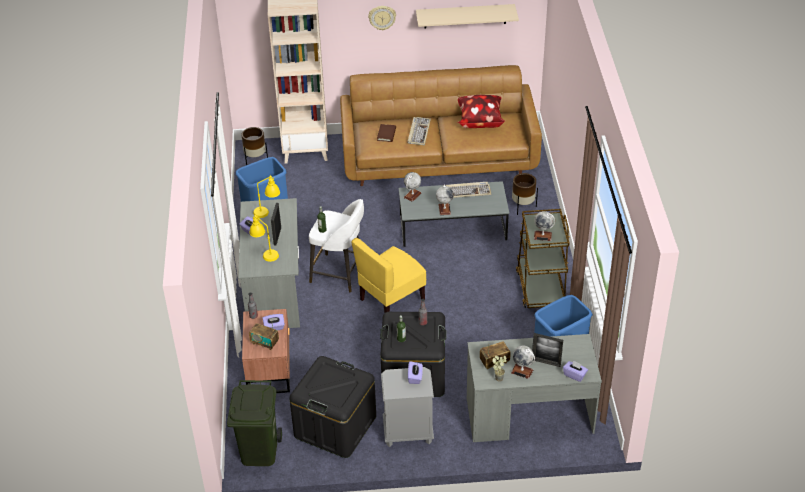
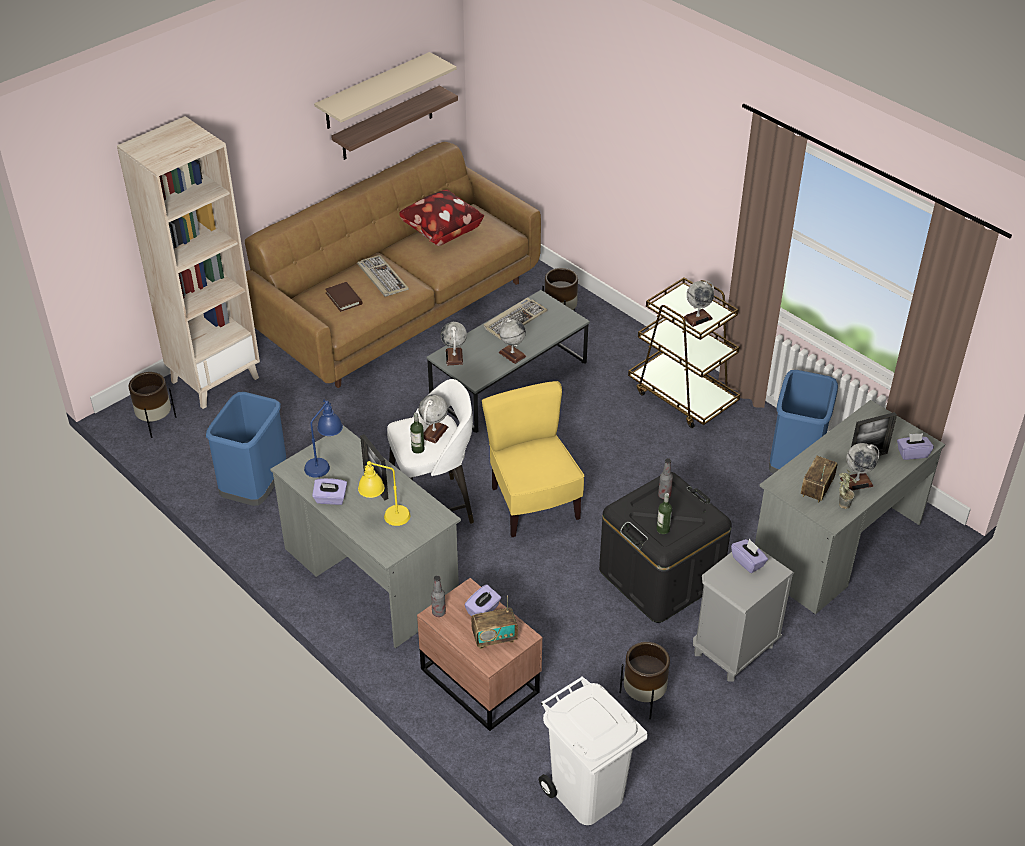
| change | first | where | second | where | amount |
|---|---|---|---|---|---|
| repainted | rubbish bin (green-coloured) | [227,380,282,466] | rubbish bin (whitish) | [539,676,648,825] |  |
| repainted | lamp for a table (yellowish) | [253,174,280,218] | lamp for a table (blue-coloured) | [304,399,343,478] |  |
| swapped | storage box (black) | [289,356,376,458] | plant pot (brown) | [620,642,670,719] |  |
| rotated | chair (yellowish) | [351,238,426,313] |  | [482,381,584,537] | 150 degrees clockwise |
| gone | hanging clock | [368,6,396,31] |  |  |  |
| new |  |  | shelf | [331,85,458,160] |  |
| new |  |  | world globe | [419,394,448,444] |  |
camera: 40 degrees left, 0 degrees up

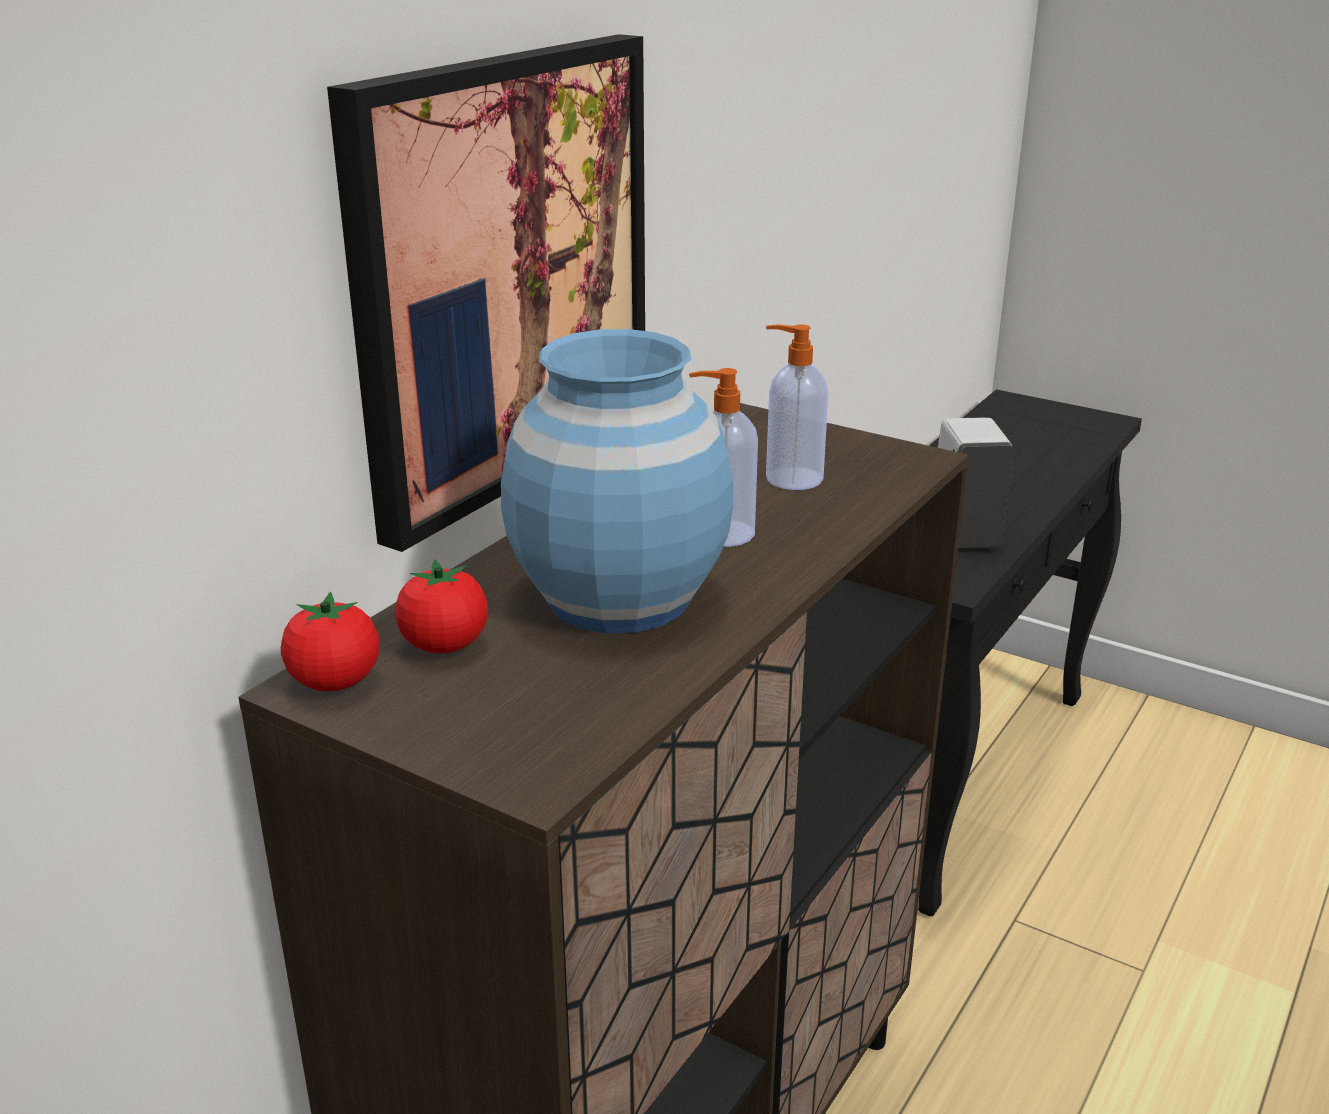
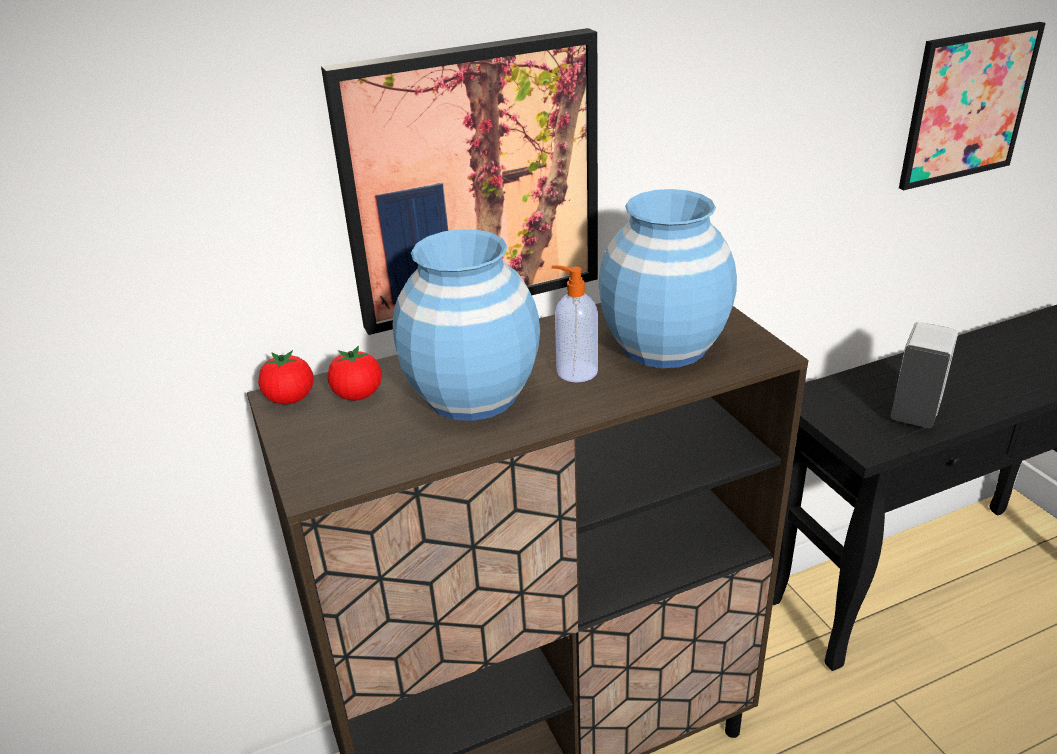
| change | first | where | second | where | amount |
|---|---|---|---|---|---|
| swapped | soap bottle | [766,325,828,490] | vase (blue-coloured) | [599,189,737,368] |  |
| new |  |  | wall picture | [899,22,1046,190] |  |
camera: 35 degrees right, 5 degrees up

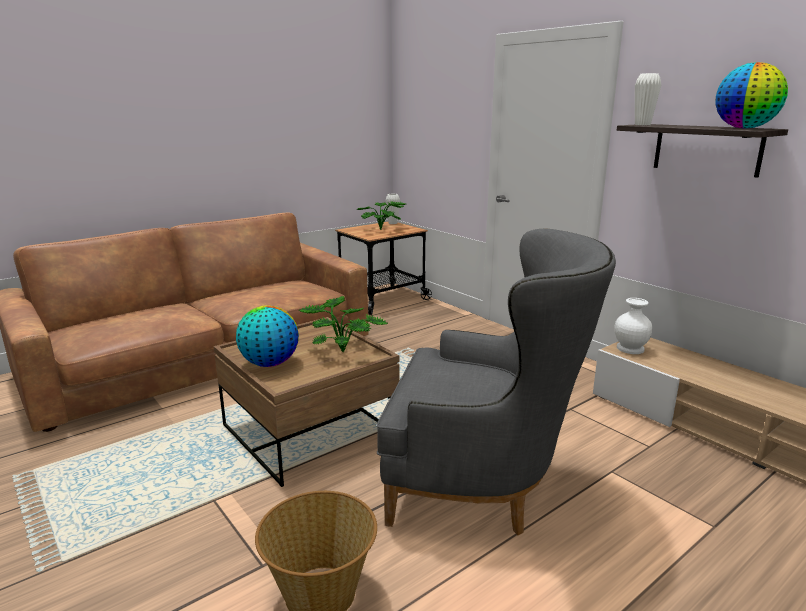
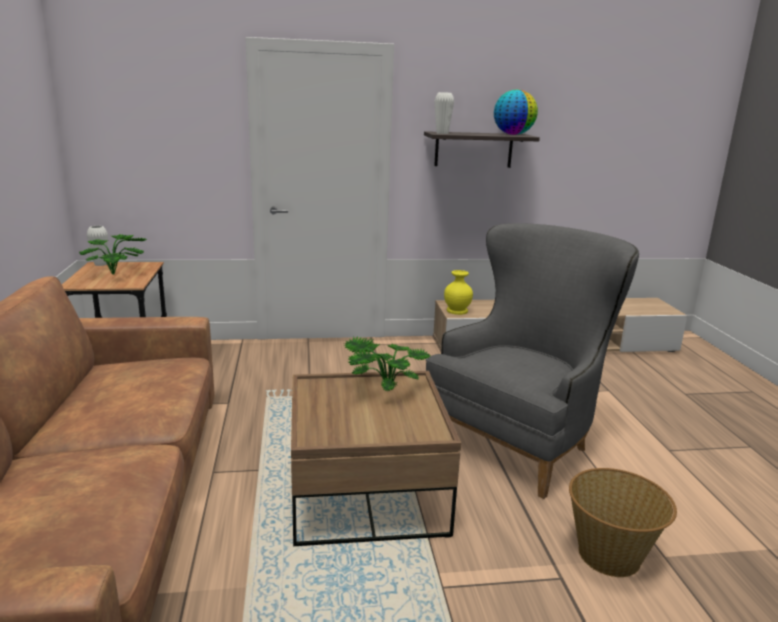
| change | first | where | second | where | amount |
|---|---|---|---|---|---|
| gone | world globe | [236,305,299,367] |  |  |  |
| repainted | vase (whitish) | [615,298,653,354] | vase (yellowish) | [444,270,473,315] |  |
camera: 60 degrees left, 0 degrees up

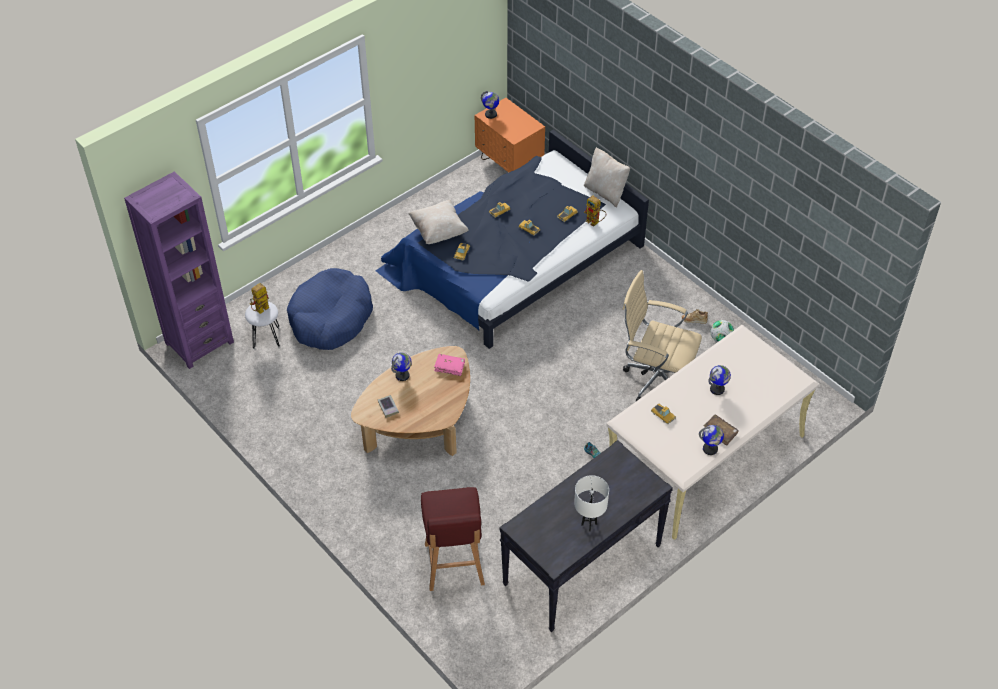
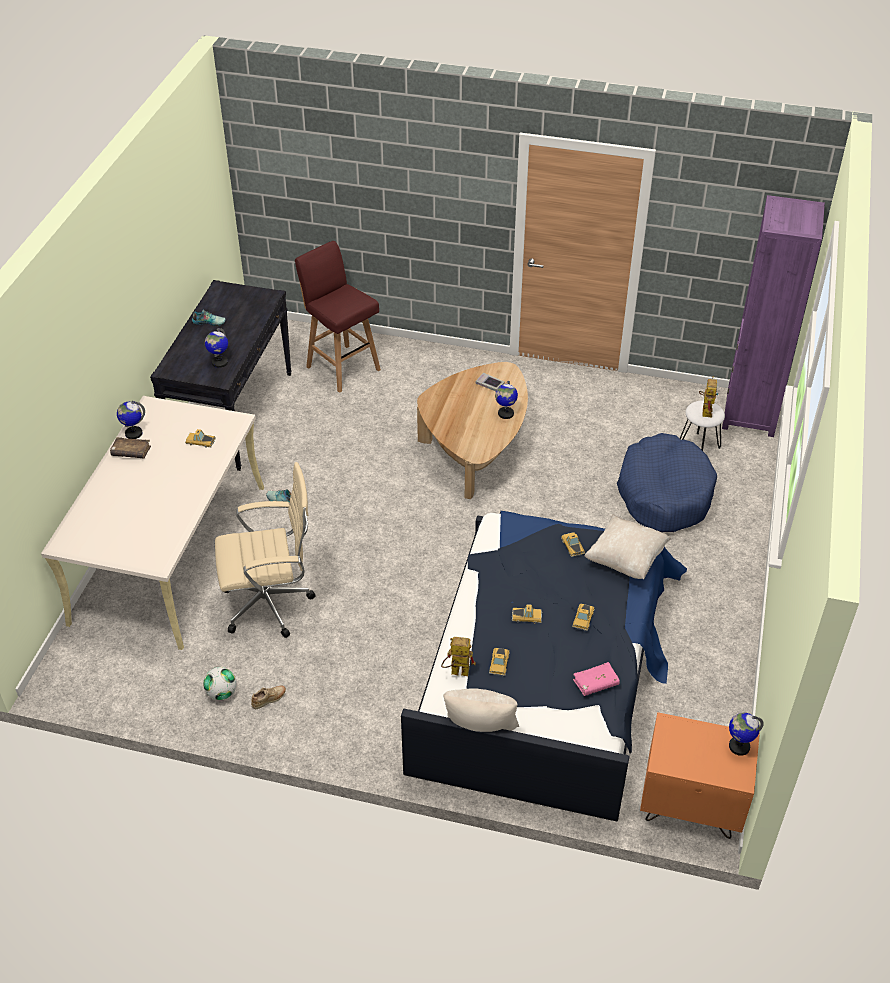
| change | first | where | second | where | amount |
|---|---|---|---|---|---|
| shifted | bound book (pink-coloured) | [434,354,465,376] |  | [573,662,620,696] |  |
| swapped | lamp for a table (whitish) | [574,475,609,531] | shoe | [192,310,226,326] |  |
| shifted | world globe | [708,365,731,395] |  | [205,328,228,368] |  |
camera: 145 degrees right, 5 degrees down

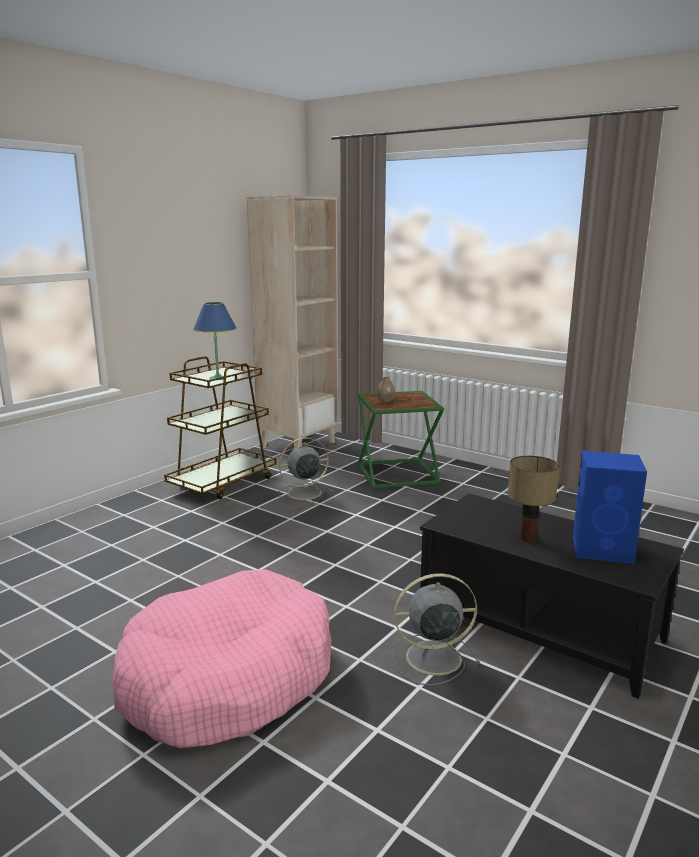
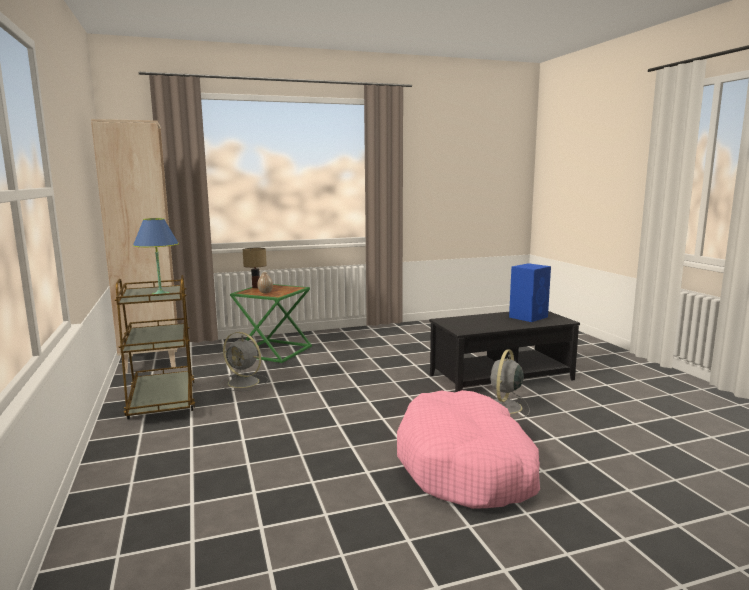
| change | first | where | second | where | amount |
|---|---|---|---|---|---|
| rotated | cooling fan (greyish) | [278,437,333,504] |  | [220,332,269,391] | 75 degrees counterclockwise |
| shifted | lamp for a table | [508,456,559,542] |  | [243,248,267,288] |  |
camera: 55 degrees left, 5 degrees down

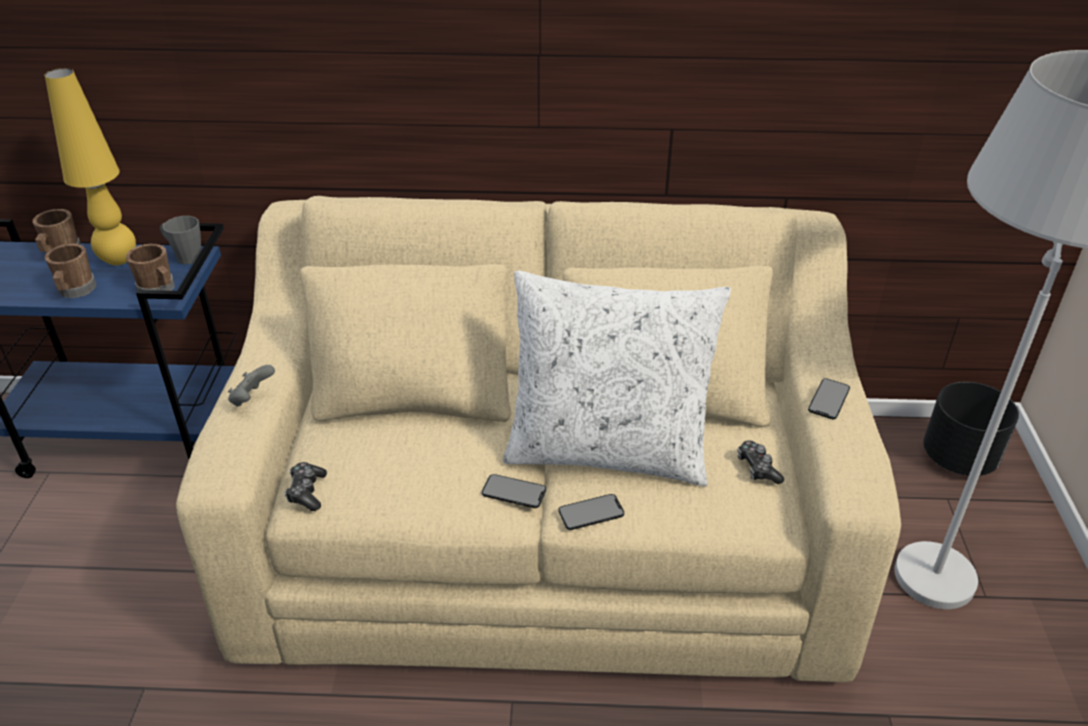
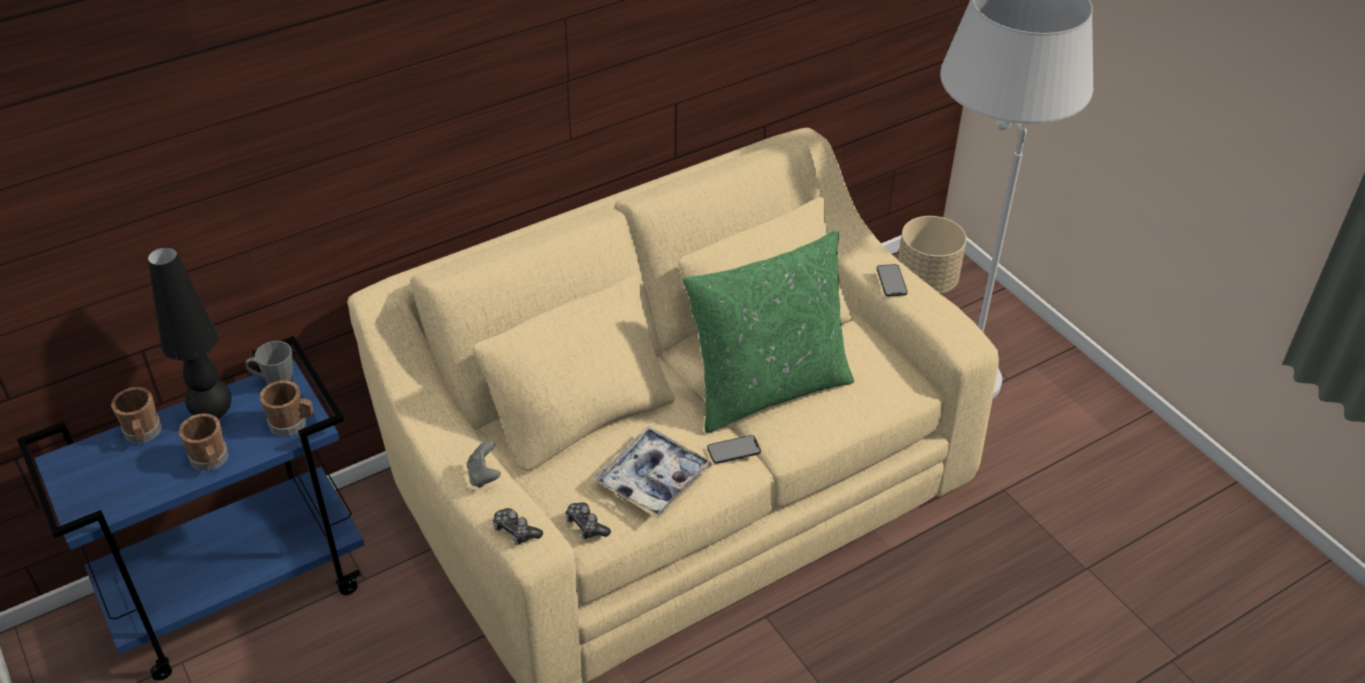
| change | first | where | second | where | amount |
|---|---|---|---|---|---|
| repainted | lamp for a table (yellowish) | [45,68,136,265] | lamp for a table (black) | [148,247,231,419] |  |
| repainted | pillow (whitish) | [503,271,731,486] | pillow (green-coloured) | [683,230,854,433] |  |
| gone | handset | [558,494,624,530] |  |  |  |
| shifted | game controller | [737,440,784,484] |  | [492,508,543,545] |  |
| repainted | plant pot (black) | [923,381,1019,476] | plant pot (beige-coloured) | [898,216,967,294] |  |
| new |  |  | serving tray | [594,426,714,519] |  |
camera: 35 degrees left, 5 degrees up

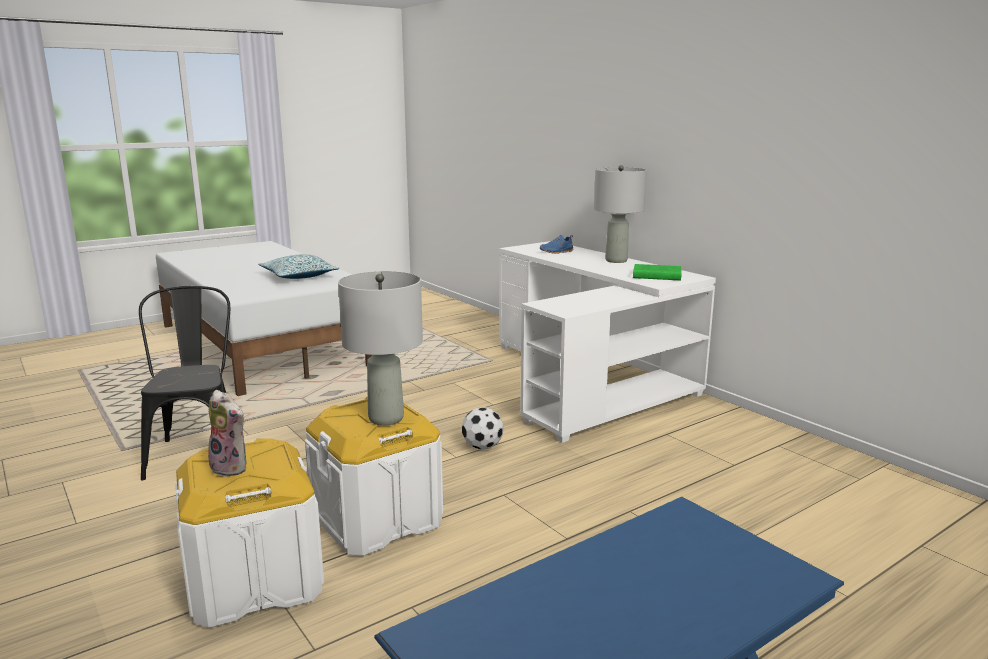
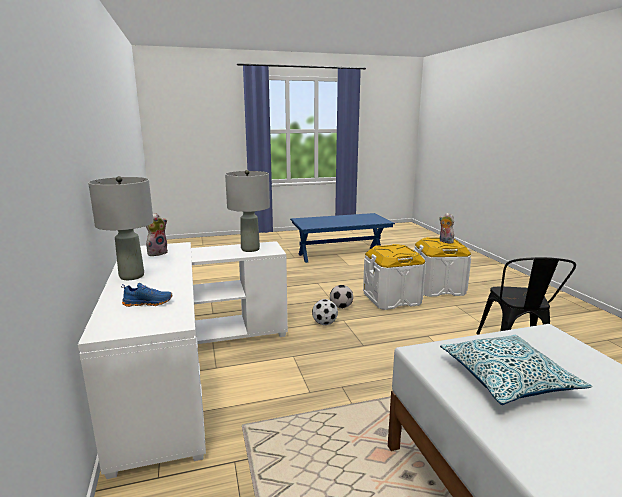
| change | first | where | second | where | amount |
|---|---|---|---|---|---|
| shifted | lamp for a table (greyish) | [338,271,423,426] |  | [225,170,270,252] |  |
| swapped | bound book (green-coloured) | [633,264,682,280] | plush toy | [146,213,168,256] |  |
| new |  |  | football ball | [330,285,353,309] |  |
camera: 160 degrees left, 0 degrees up

